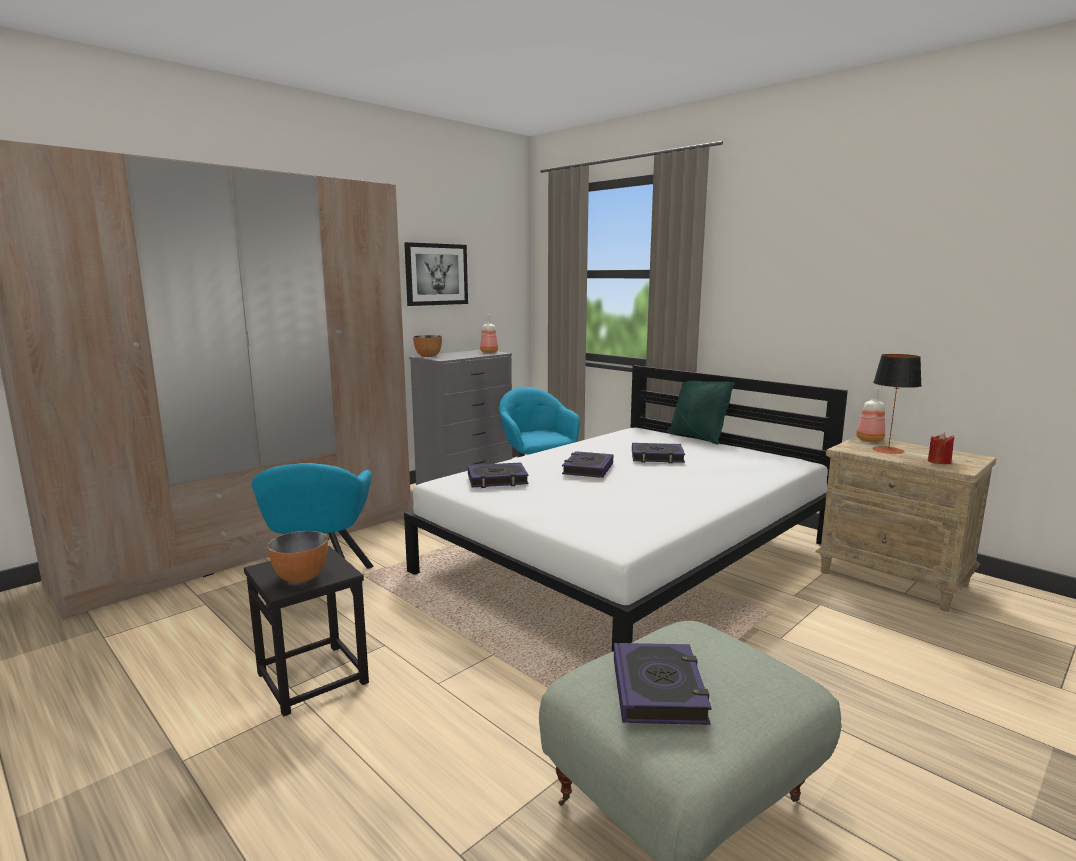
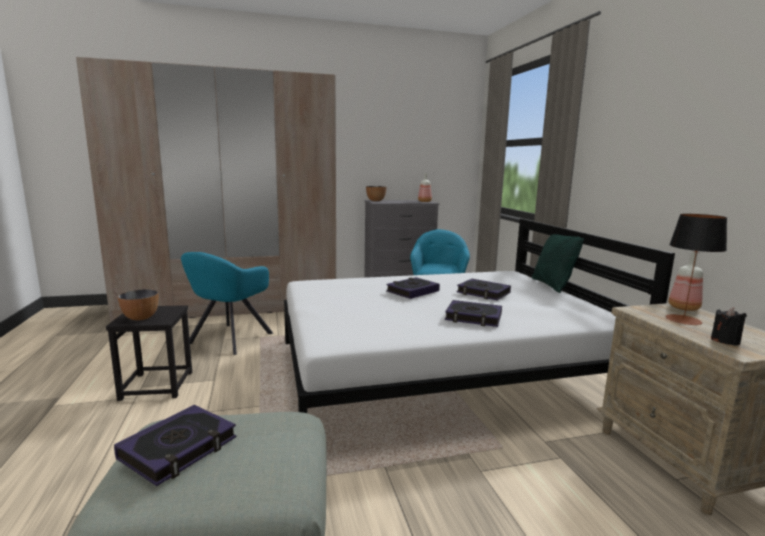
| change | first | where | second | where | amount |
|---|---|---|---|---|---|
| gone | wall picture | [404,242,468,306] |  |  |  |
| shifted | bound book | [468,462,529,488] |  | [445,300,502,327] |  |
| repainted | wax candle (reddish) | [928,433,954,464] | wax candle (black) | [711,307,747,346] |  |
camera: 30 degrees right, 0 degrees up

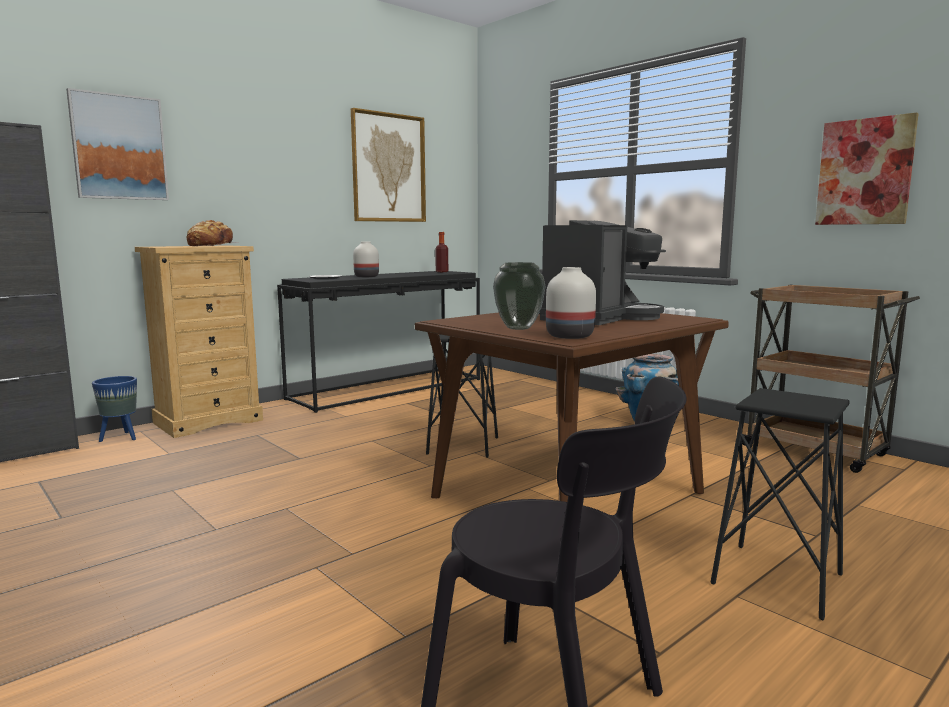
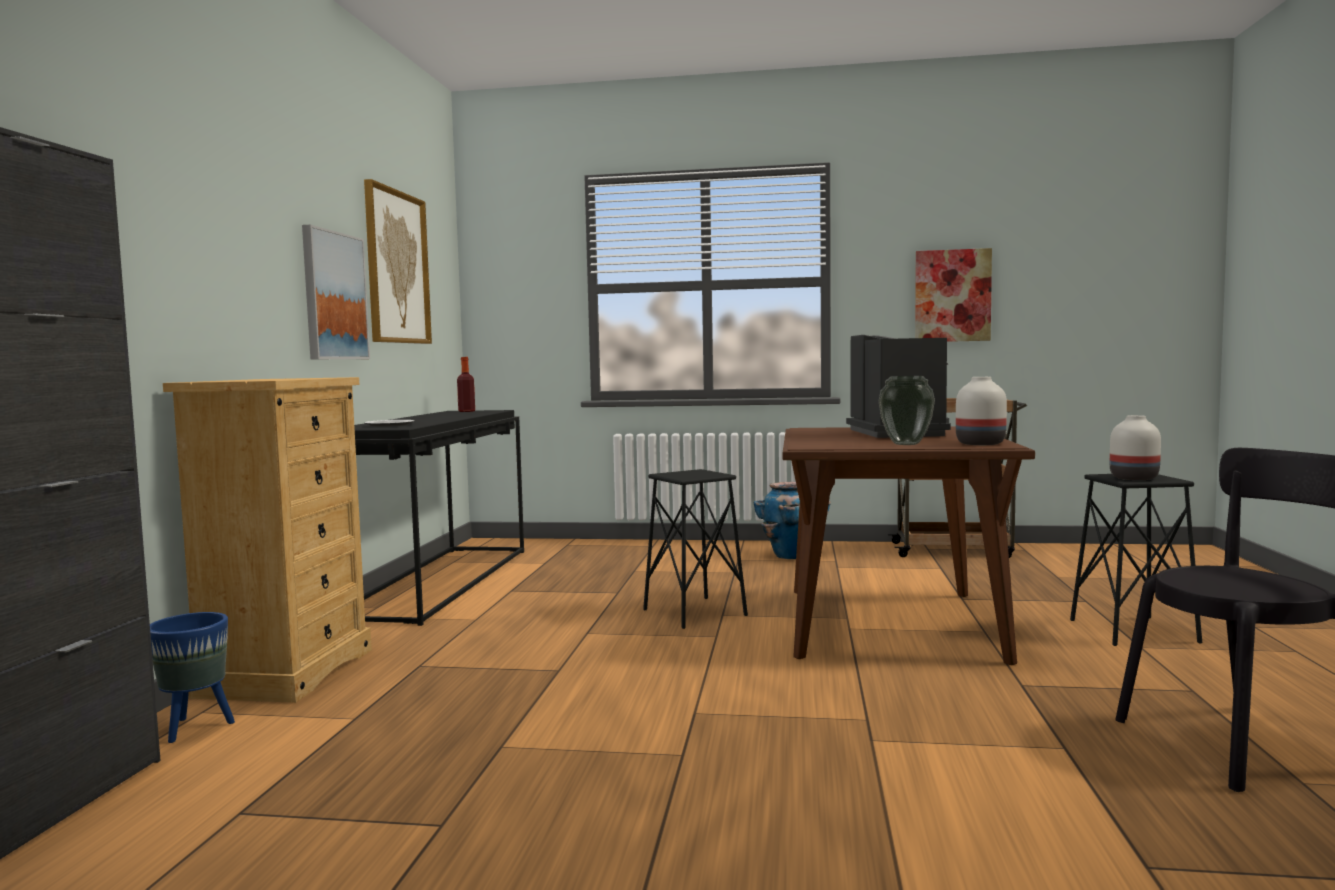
| change | first | where | second | where | amount |
|---|---|---|---|---|---|
| shifted | wall picture | [66,88,169,200] |  | [302,225,370,359] |  |
| gone | bread | [187,220,236,246] |  |  |  |
| shifted | vase (whitish) | [353,242,379,278] |  | [1110,415,1161,480] |  |
camera: 40 degrees left, 5 degrees down

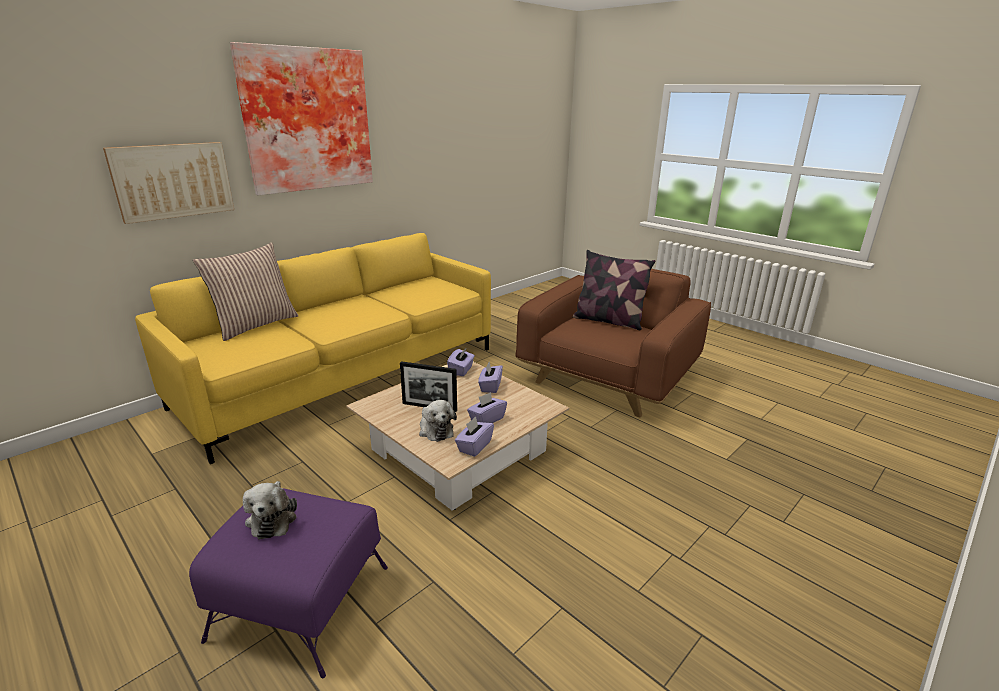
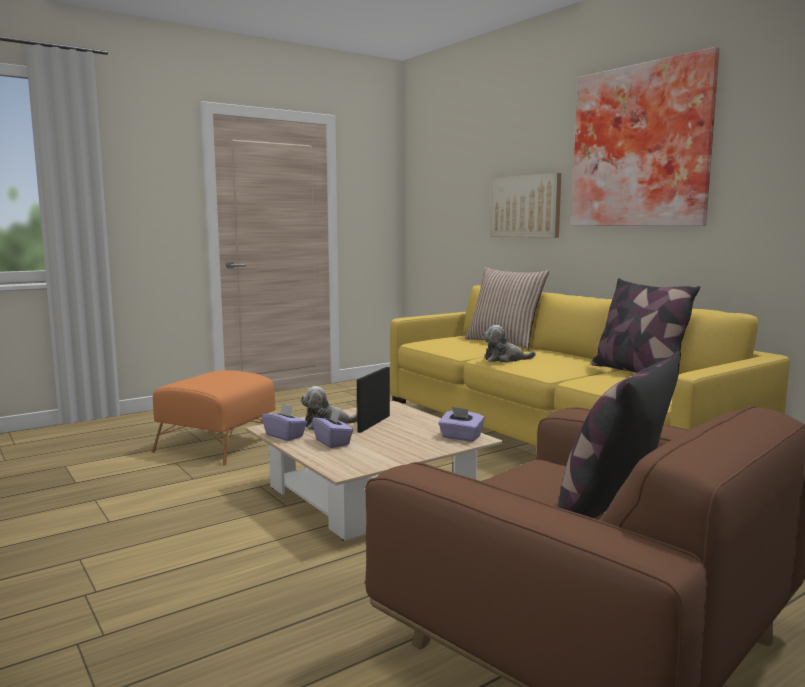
| change | first | where | second | where | amount |
|---|---|---|---|---|---|
| repainted | footrest (purple) | [189,488,388,678] | footrest (orange) | [152,370,276,465] |  |
| shifted | plush toy | [243,481,297,539] |  | [483,325,536,363] |  |
| gone | tissue box (purple) | [478,362,503,393] |  |  |  |
| new |  |  | pillow | [591,278,700,373] |  |
camera: 100 degrees right, 15 degrees down

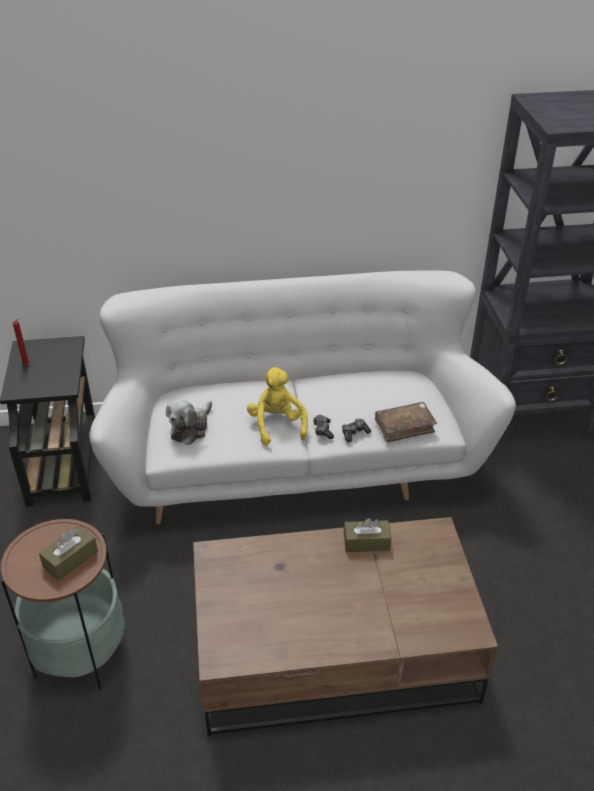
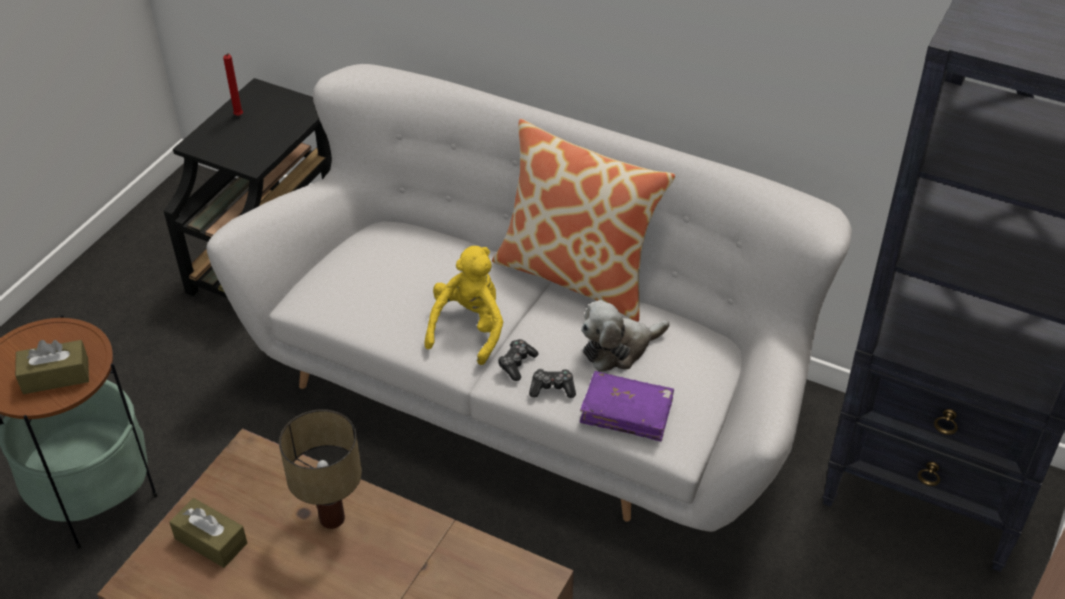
| change | first | where | second | where | amount |
|---|---|---|---|---|---|
| shifted | plush toy | [166,399,212,445] |  | [581,300,669,372] |  |
| shifted | tissue box (brown) | [344,518,391,552] |  | [169,498,247,568] |  |
| repainted | bound book (brown) | [375,402,437,443] | bound book (purple) | [580,371,674,441] |  |
| new |  |  | lamp for a table | [279,409,362,529] |  |
| new |  |  | pillow | [492,119,675,322] |  |
camera: 35 degrees right, 5 degrees up

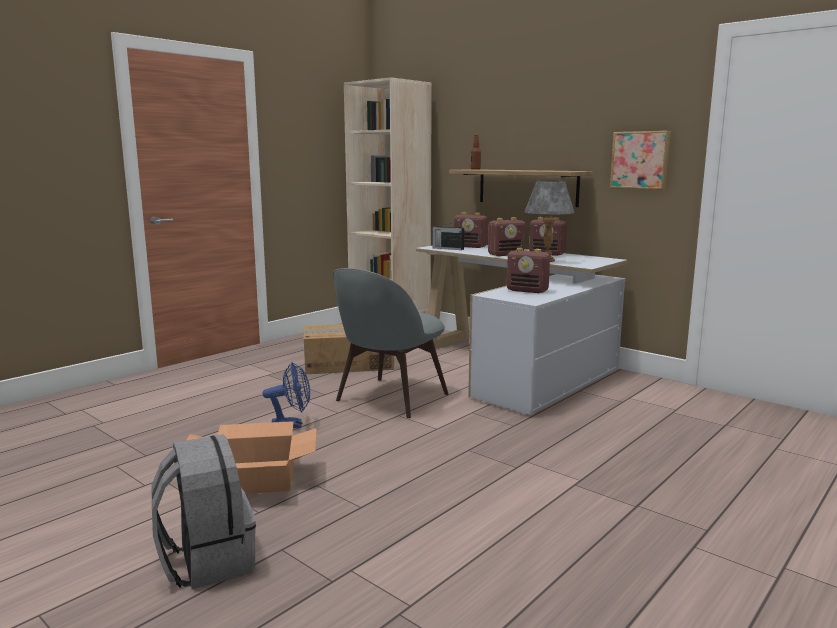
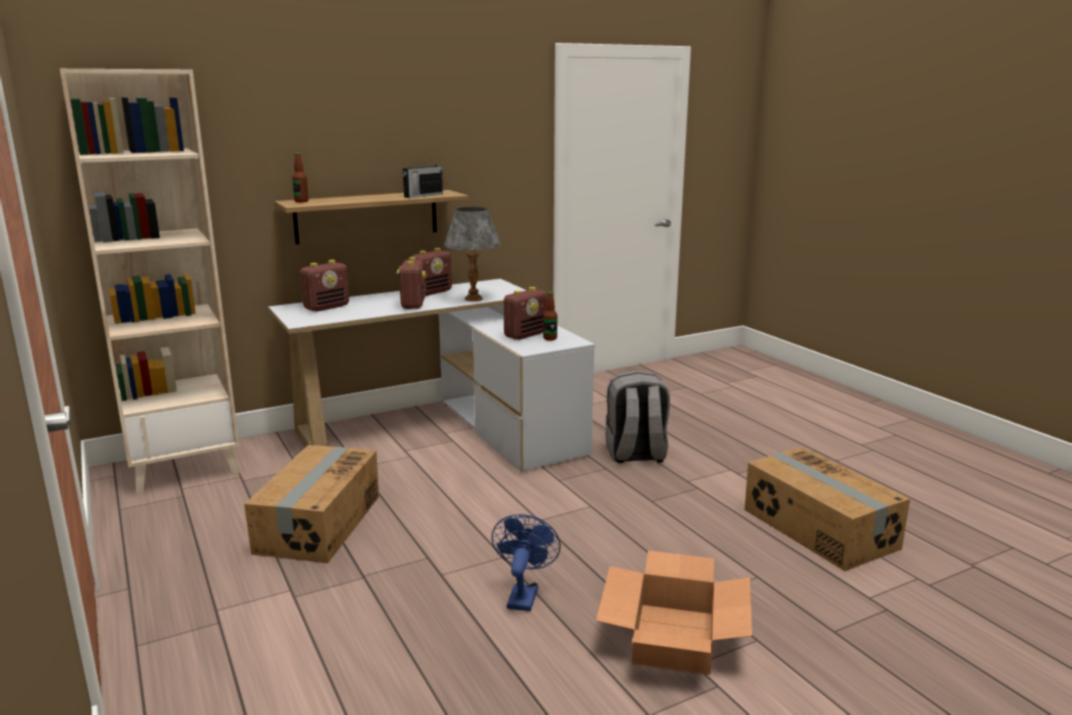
| change | first | where | second | where | amount |
|---|---|---|---|---|---|
| shifted | backpack (greyish) | [151,434,256,589] |  | [605,371,670,463] |  |
| gone | chair (greyish) | [333,268,449,418] |  |  |  |
| shifted | radio | [432,222,464,250] |  | [403,158,443,198] |  |
| gone | wall picture | [610,131,671,190] |  |  |  |
| new |  |  | drink bottle | [543,291,557,340] |  |
| new |  |  | carton | [745,447,910,571] |  |
camera: 70 degrees left, 5 degrees up

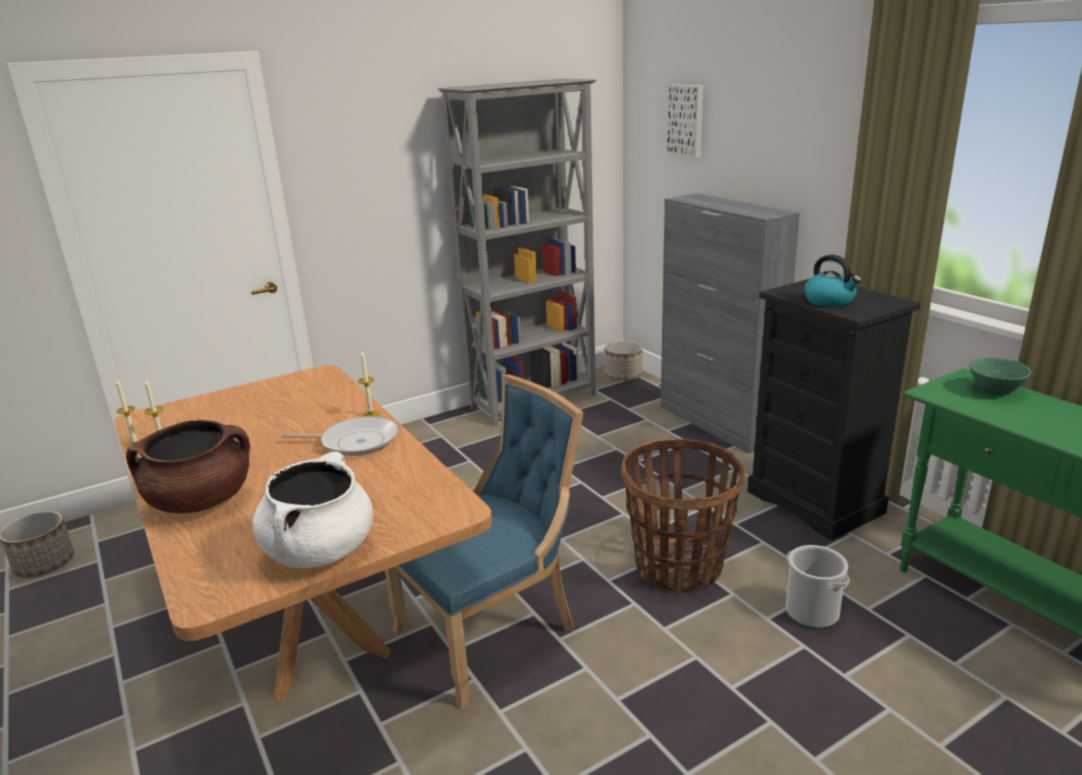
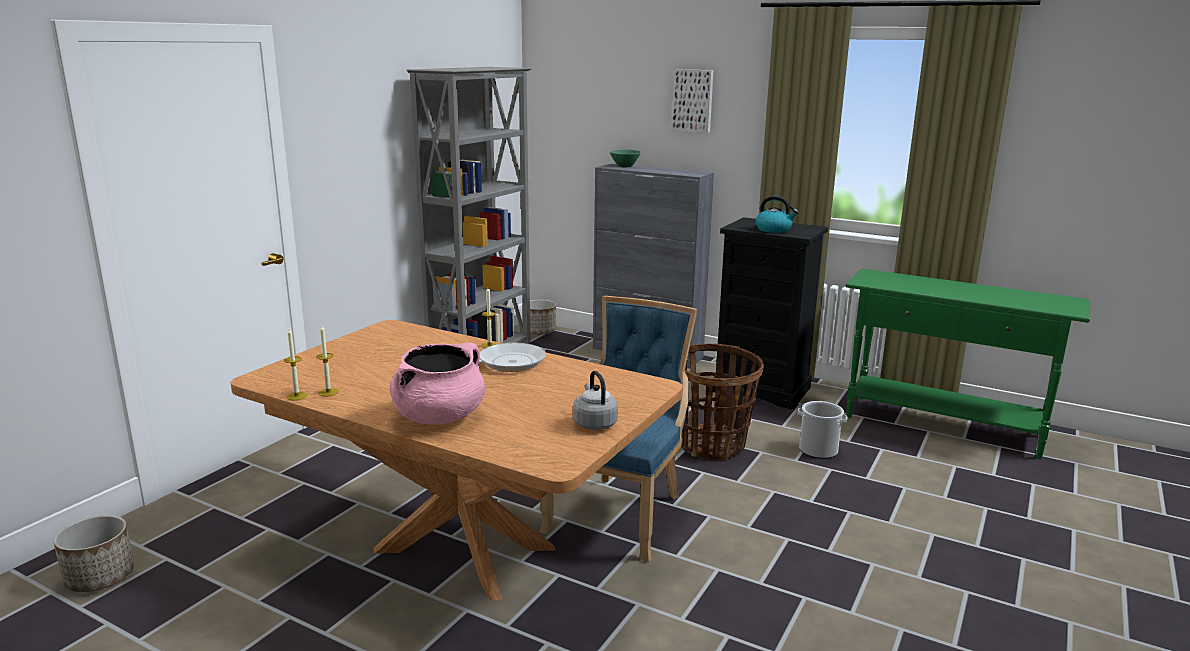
| change | first | where | second | where | amount |
|---|---|---|---|---|---|
| repainted | saucepot (brown) | [126,420,250,513] | saucepot (pink-coloured) | [390,343,485,425] |  |
| swapped | saucepot (whitish) | [253,451,373,568] | tea kettle (greyish) | [573,371,618,430] |  |
| shifted | wall picture | [667,85,703,158] |  | [672,69,713,133] |  |
| shifted | deep dish (green-coloured) | [969,358,1031,396] |  | [610,150,641,167] |  |
camera: 30 degrees left, 5 degrees down

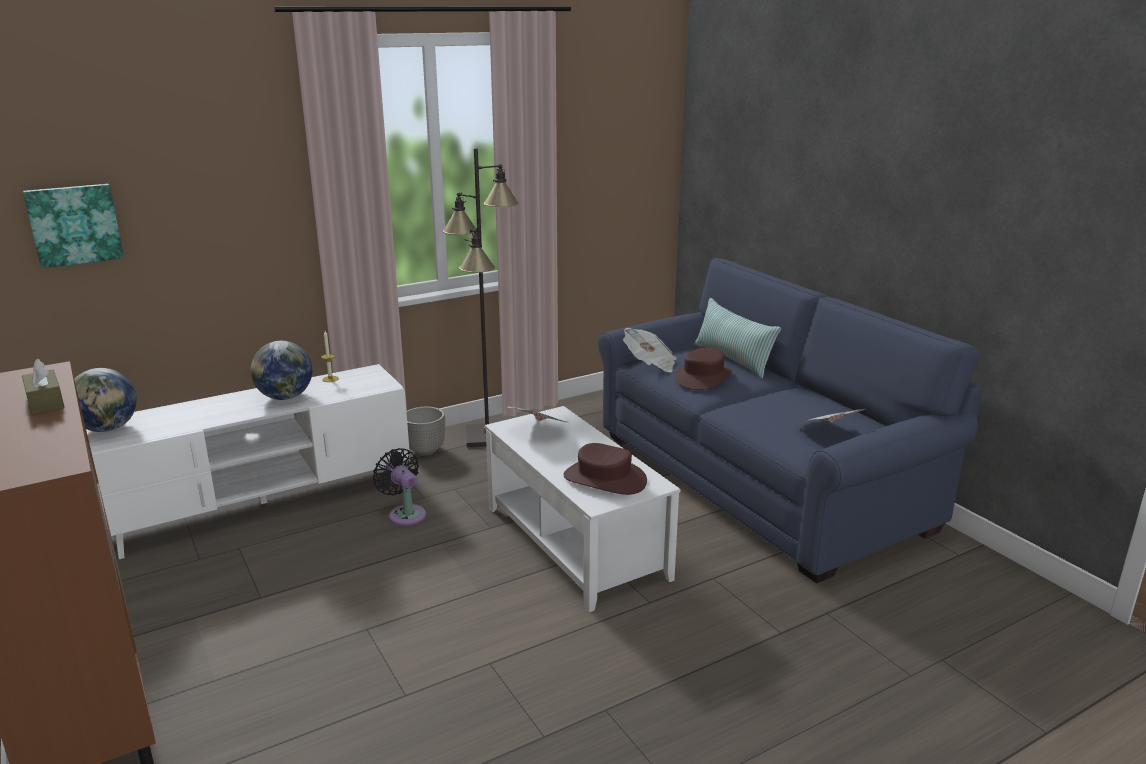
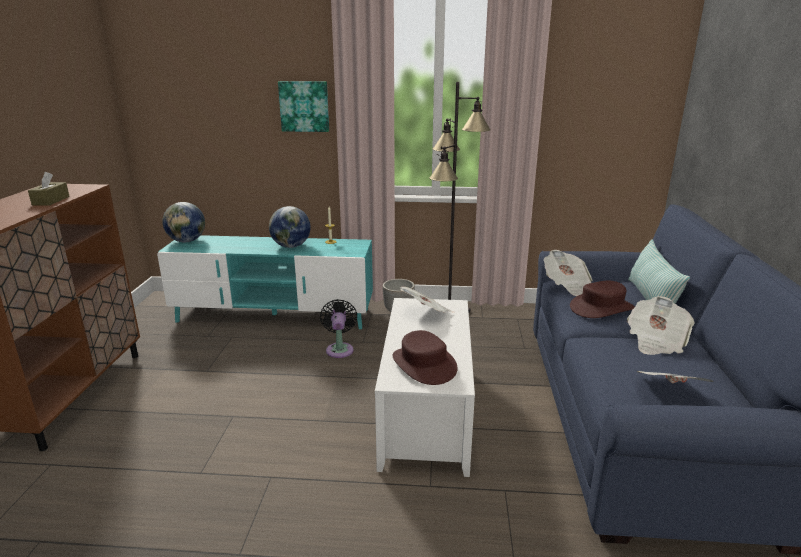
| change | first | where | second | where | amount |
|---|---|---|---|---|---|
| shifted | wall picture | [23,184,124,268] |  | [278,81,329,132] |  |
| repainted | media console (whitish) | [86,364,410,559] | media console (turquoise) | [157,235,373,329] |  |
| new |  |  | daily paper | [627,296,695,355] |  |
camera: 35 degrees right, 0 degrees up

